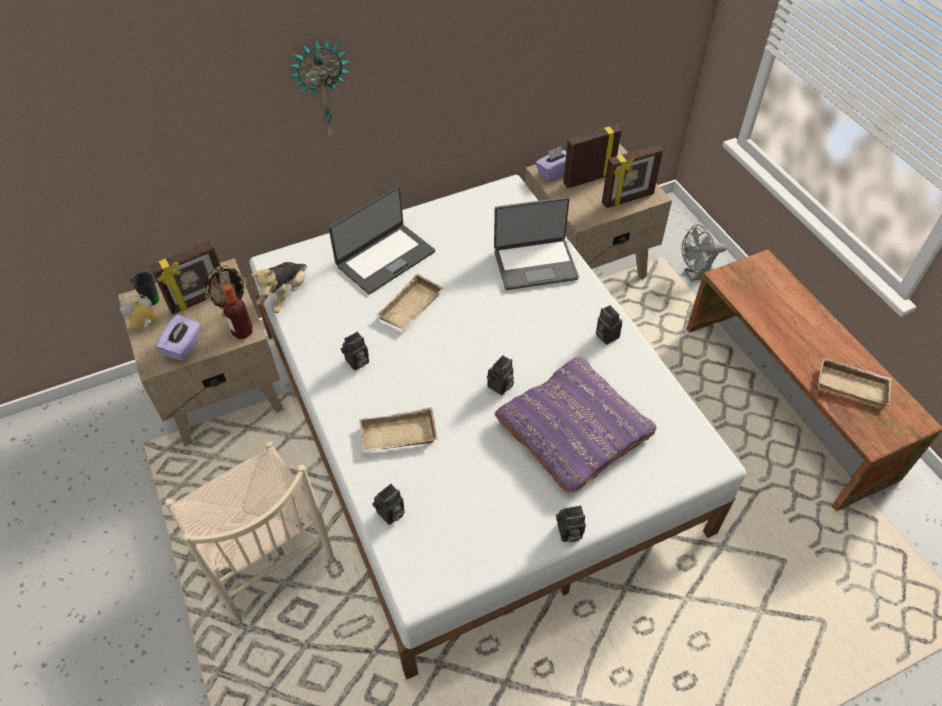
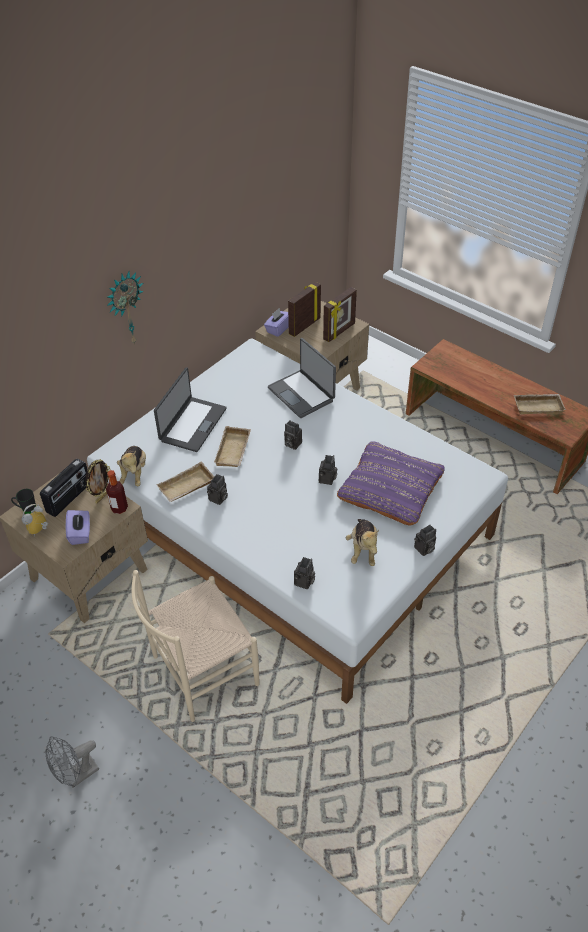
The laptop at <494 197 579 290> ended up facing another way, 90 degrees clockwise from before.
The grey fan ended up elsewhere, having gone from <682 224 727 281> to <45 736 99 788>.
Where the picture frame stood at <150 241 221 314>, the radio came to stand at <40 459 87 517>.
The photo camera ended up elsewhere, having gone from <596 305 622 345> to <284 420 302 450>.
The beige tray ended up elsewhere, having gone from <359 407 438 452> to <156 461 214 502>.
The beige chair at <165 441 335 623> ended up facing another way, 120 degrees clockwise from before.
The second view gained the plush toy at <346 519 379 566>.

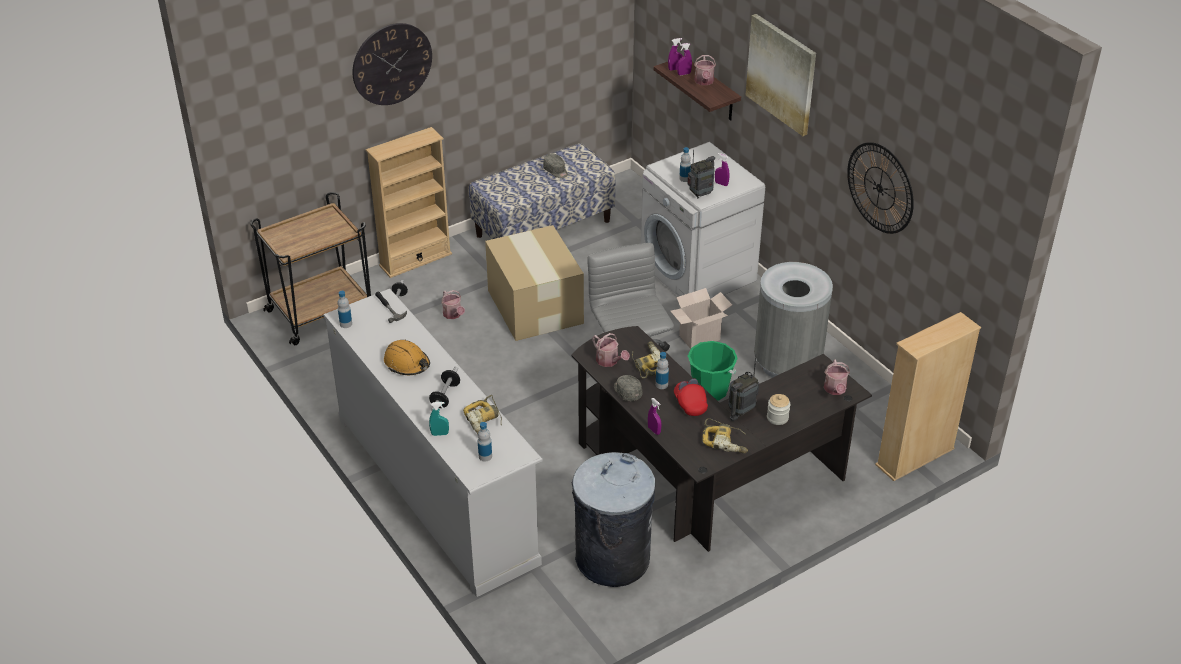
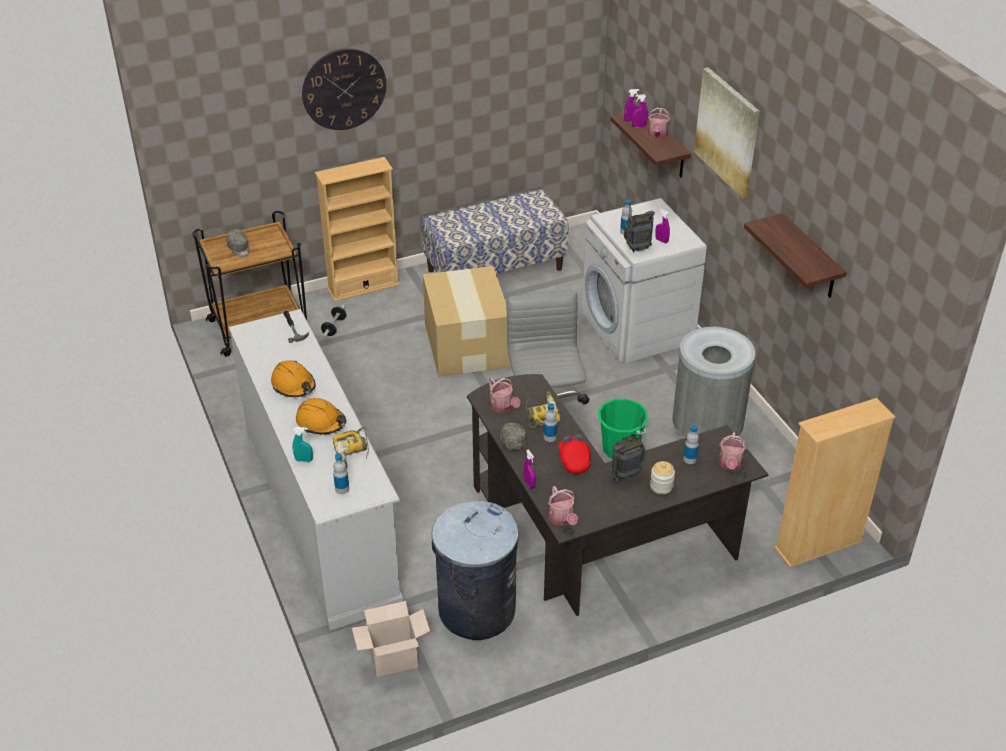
Where the wall clock hung at <847 142 914 234>, the shelf came to hang at <744 213 846 297>.
The grey cap ended up elsewhere, having gone from <543 154 568 178> to <226 229 250 257>.
The cardboard box ended up elsewhere, having gone from <670 288 732 349> to <352 601 430 677>.
The watering can ended up elsewhere, having gone from <441 290 465 319> to <548 486 578 526>.
The bottle ended up elsewhere, having gone from <338 291 352 328> to <683 425 699 464>.
Where the dumbbell stood at <429 366 460 411>, the orange hard hat came to stand at <296 398 346 434>.
The second view lost the power drill at <702 418 748 453>.

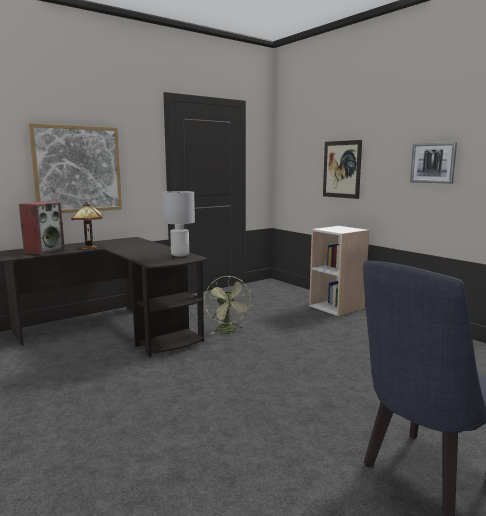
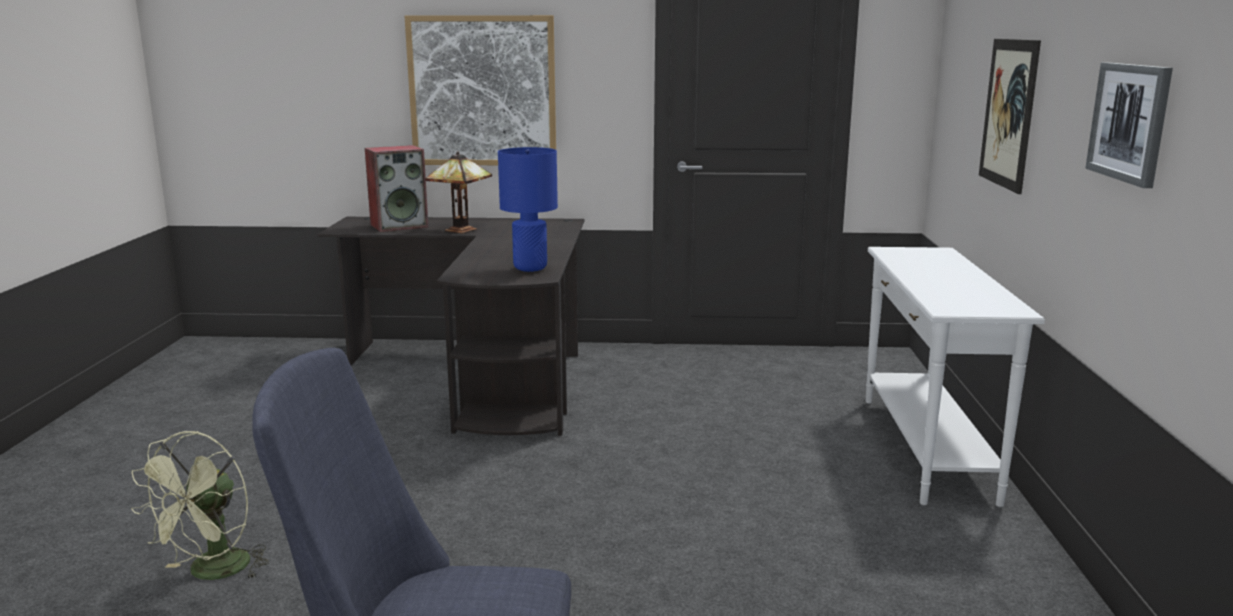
What was the grey table lamp at <163 191 195 257> turned into the blue table lamp at <498 147 558 272>.
Where the bookcase stood at <309 226 369 316>, the white console table came to stand at <866 247 1045 508>.
The green fan ended up elsewhere, having gone from <204 276 252 334> to <131 431 269 580>.

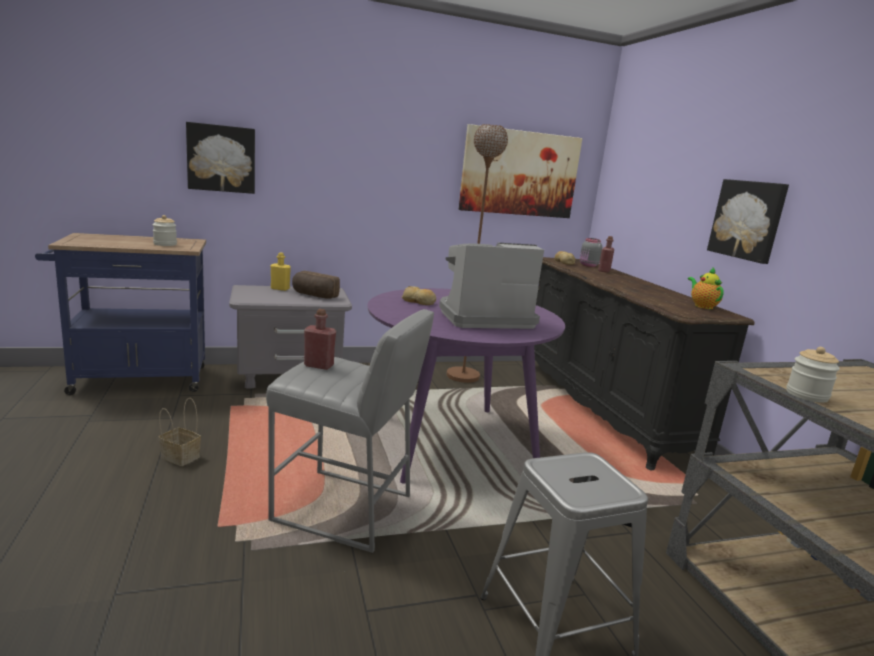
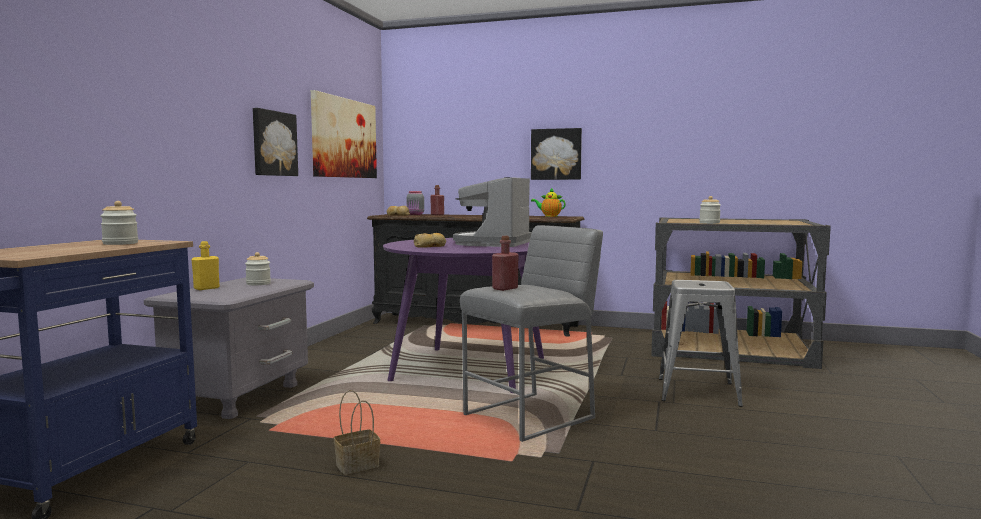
The picture ended up elsewhere, having gone from <186 122 255 194> to <253 108 298 176>.
The second view lost the brown floor lamp at <446 124 508 383>.
Where the bread stood at <292 271 340 299>, the jar came to stand at <245 252 271 285>.

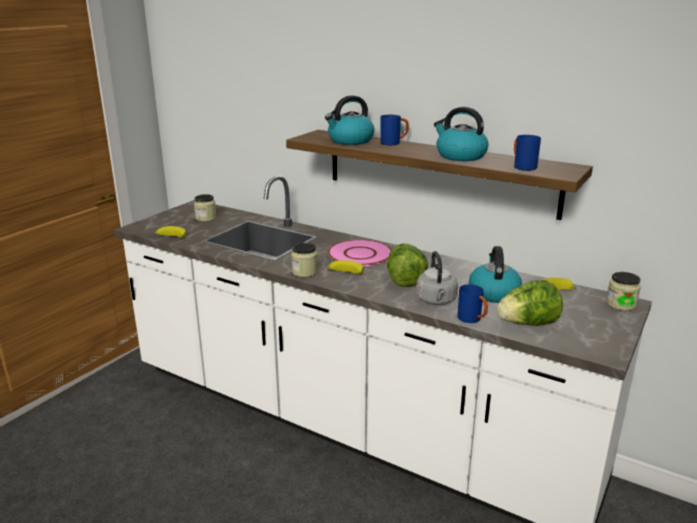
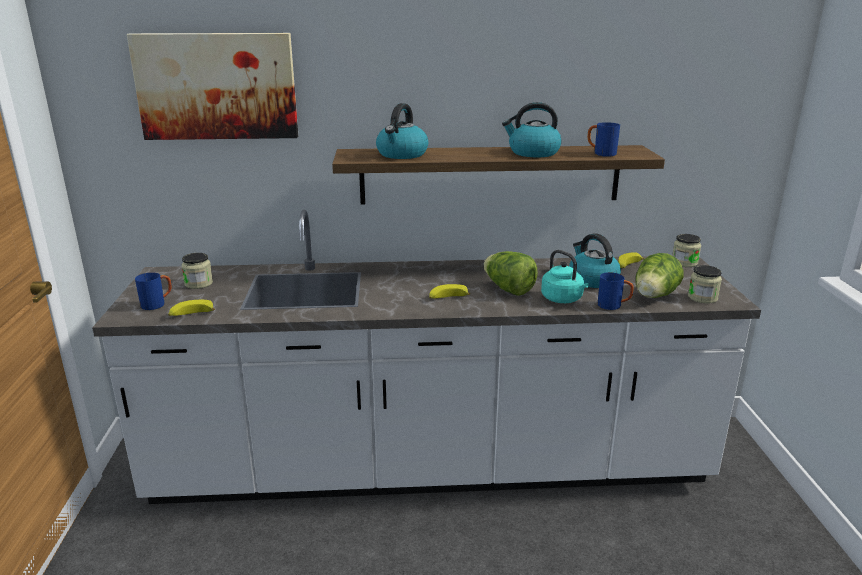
The blue mug ended up elsewhere, having gone from <380 115 409 145> to <135 273 172 310>.
The second view lost the pink plate at <328 240 392 267>.
The jar ended up elsewhere, having gone from <291 243 318 277> to <688 265 722 304>.
What was the grey kettle at <416 251 458 305> turned into the turquoise kettle at <541 250 589 303>.
The second view gained the picture at <127 33 298 140>.

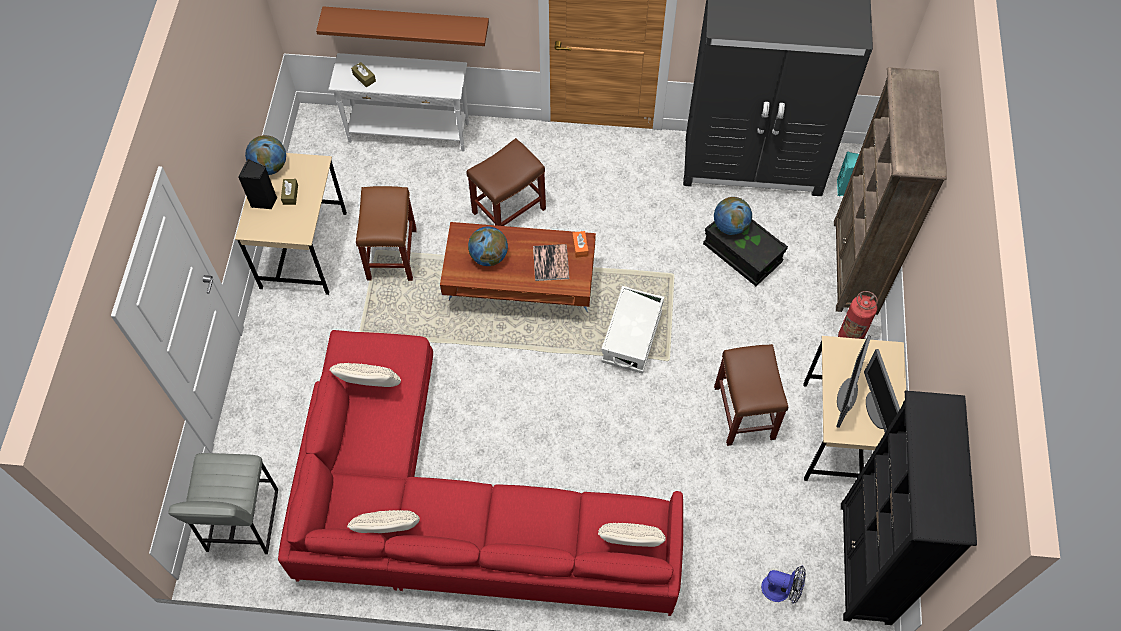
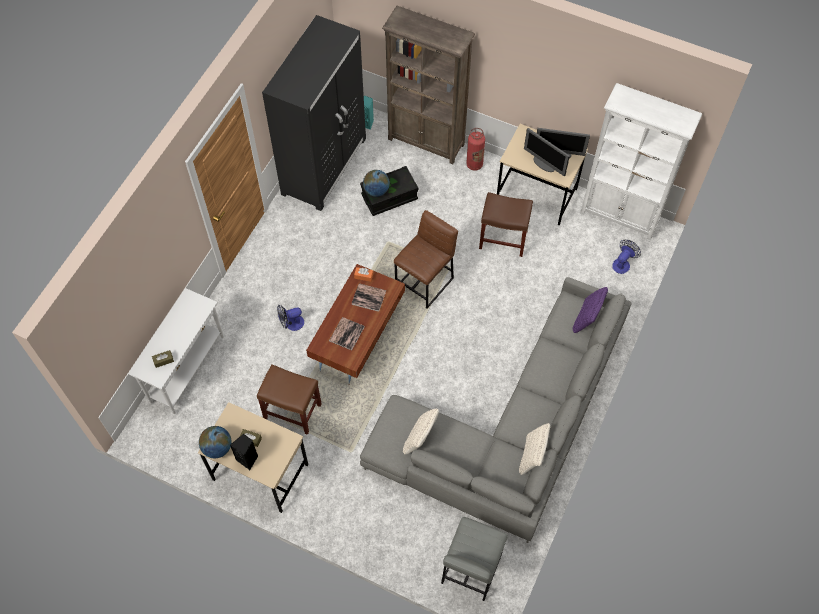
The second view lost the brown shelf at <316 6 489 46>.
Where the brown stool stood at <467 138 546 226>, the fan came to stand at <277 305 304 331>.
Where the globe stood at <468 227 508 266>, the book came to stand at <329 317 364 351>.
Where the white storage box stood at <601 286 664 374>, the brown chair came to stand at <394 210 458 308>.
What was the red sofa at <278 330 683 616> turned into the grey sofa at <360 277 632 543>.
What was the black bookcase at <841 390 977 625> turned into the white bookcase at <580 83 702 240>.
The grey chair at <168 453 278 554> ended up facing another way, 90 degrees clockwise from before.
What was the beige pillow at <598 523 666 547> turned into the purple pillow at <573 287 608 333>.

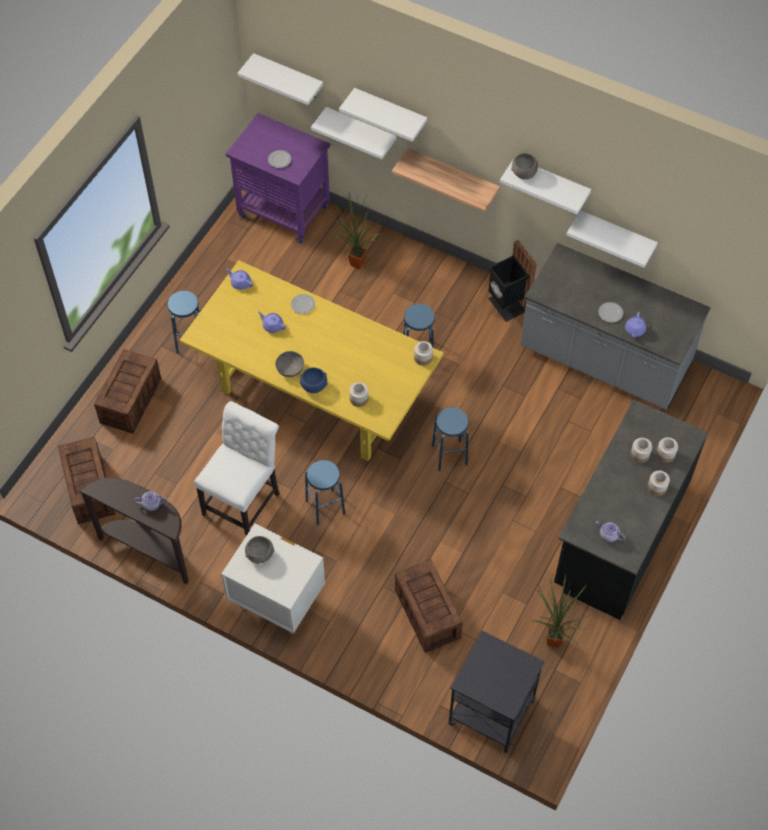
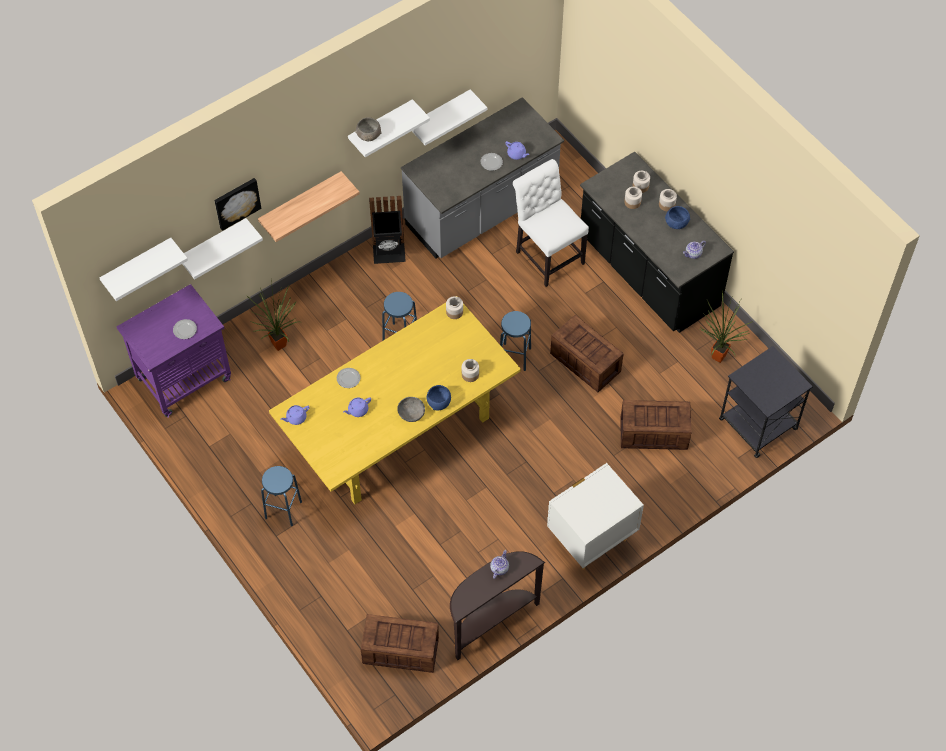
Where the white shelf hung at <339 88 427 142>, the picture came to hang at <214 178 261 231>.
The crate ended up elsewhere, having gone from <94 349 161 434> to <550 315 623 392>.
The white chair ended up elsewhere, having gone from <194 401 280 536> to <513 159 589 287>.
The second view lost the blue stool at <305 460 345 525>.
The second view lost the grey bowl at <245 536 275 564>.
The second view gained the blue bowl at <665 206 690 229>.

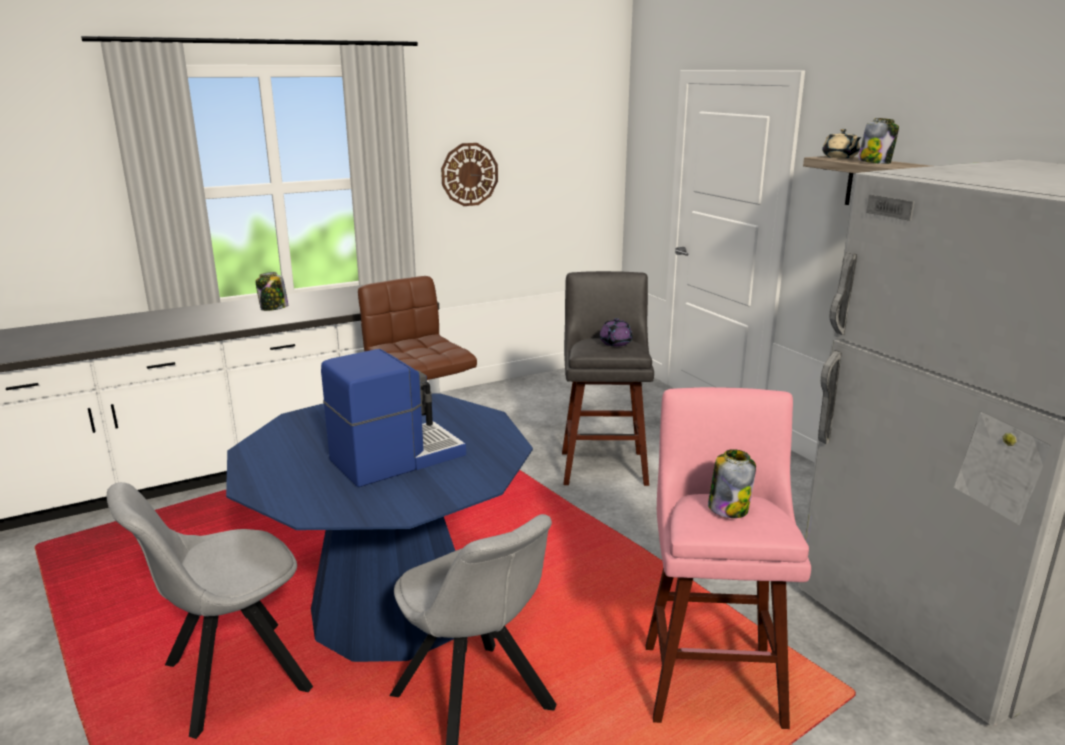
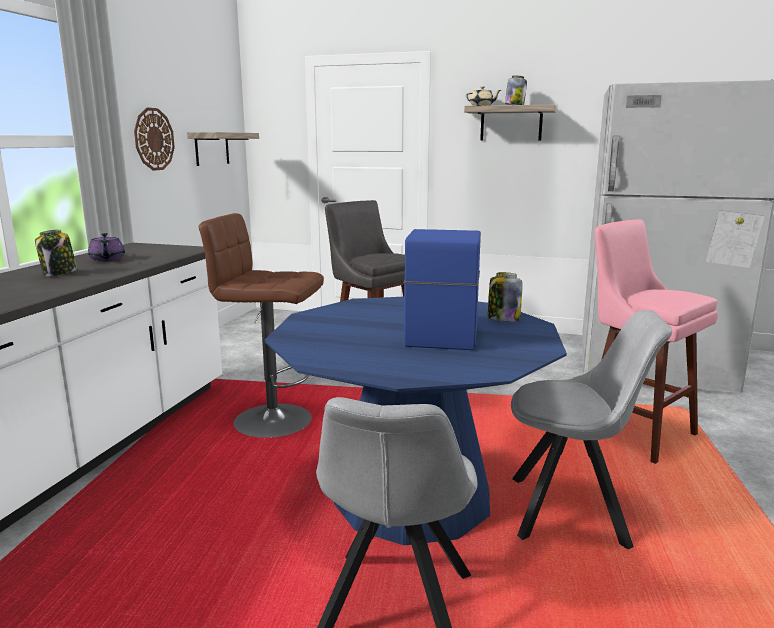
The purple teapot ended up elsewhere, having gone from <599 318 633 347> to <88 233 125 261>.
The jar ended up elsewhere, having gone from <708 449 756 518> to <488 272 523 322>.
The second view gained the shelf at <187 132 259 166>.

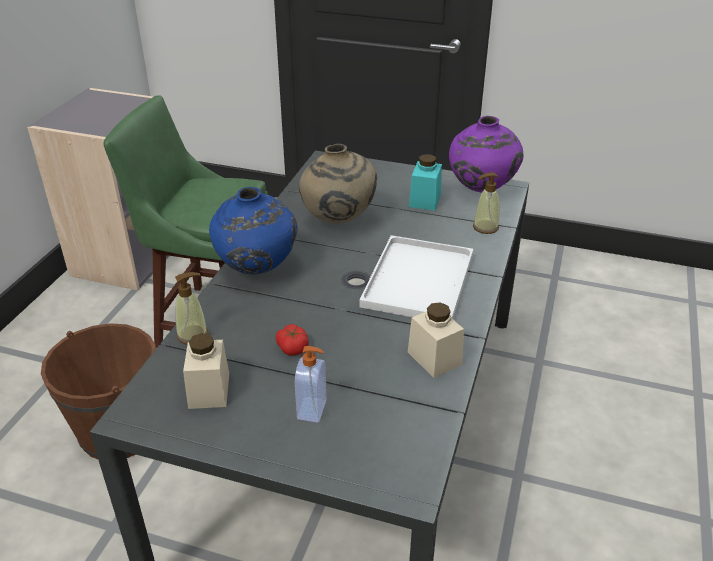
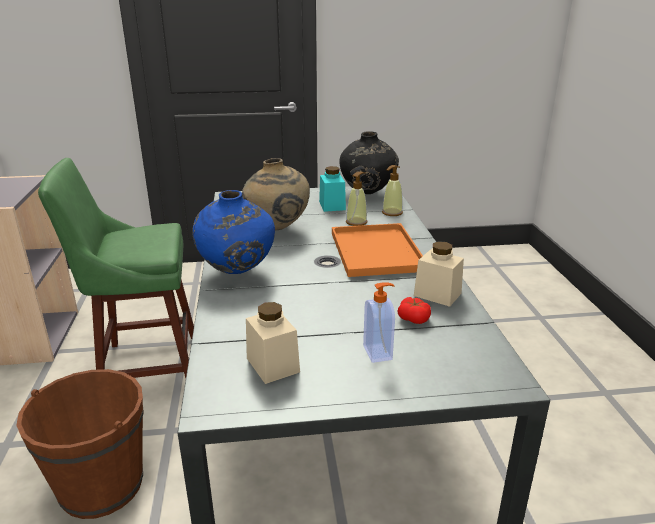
What was the purple vase at <449 116 524 193> turned into the black vase at <339 131 399 194>.
What was the white tray at <359 235 473 319> turned into the orange tray at <332 223 423 277>.
The soap dispenser ended up elsewhere, having gone from <175 272 208 344> to <346 171 367 226>.
The tomato ended up elsewhere, having gone from <276 324 309 356> to <397 297 431 324>.

